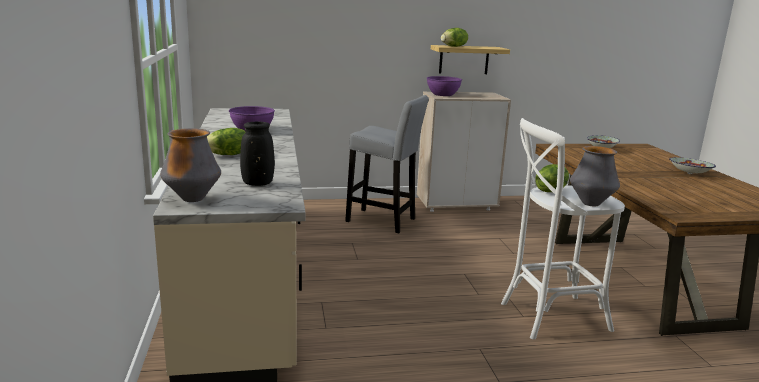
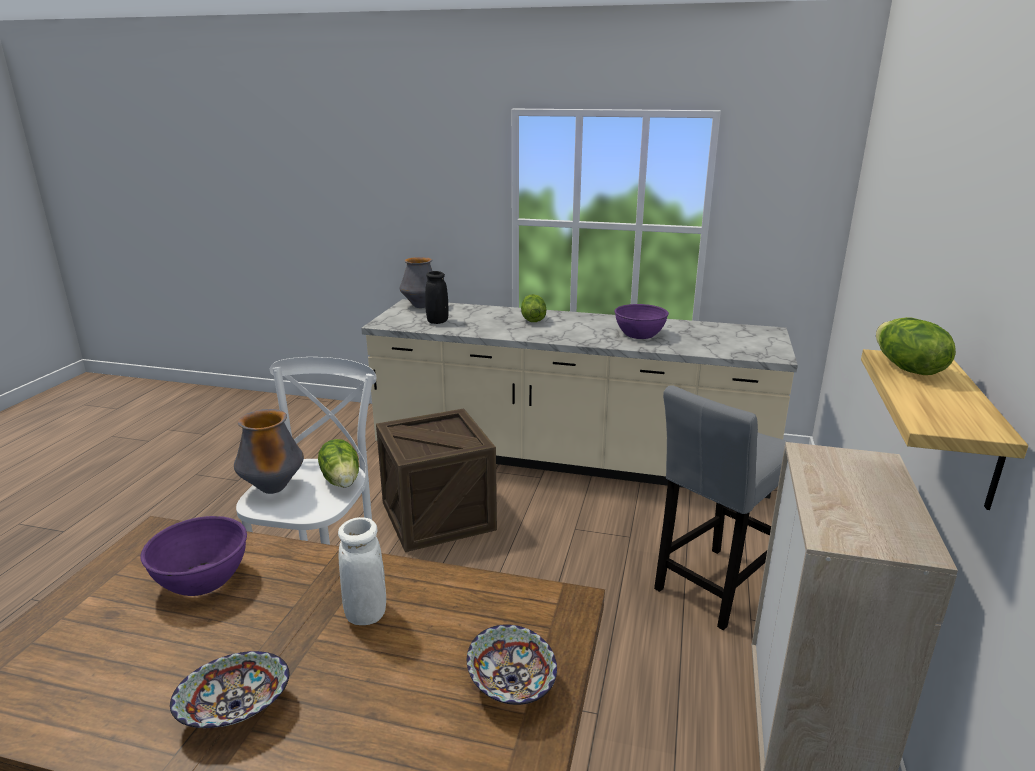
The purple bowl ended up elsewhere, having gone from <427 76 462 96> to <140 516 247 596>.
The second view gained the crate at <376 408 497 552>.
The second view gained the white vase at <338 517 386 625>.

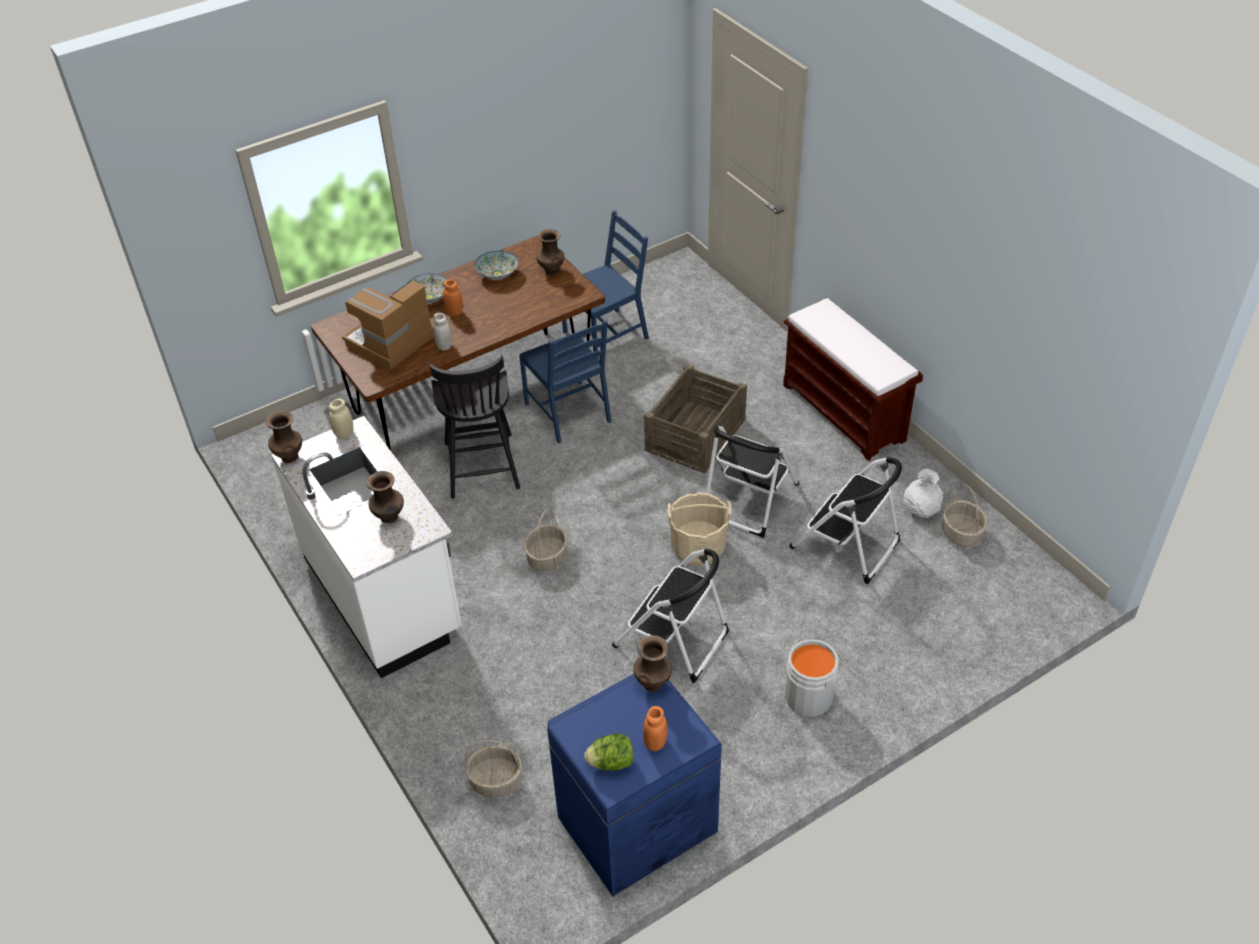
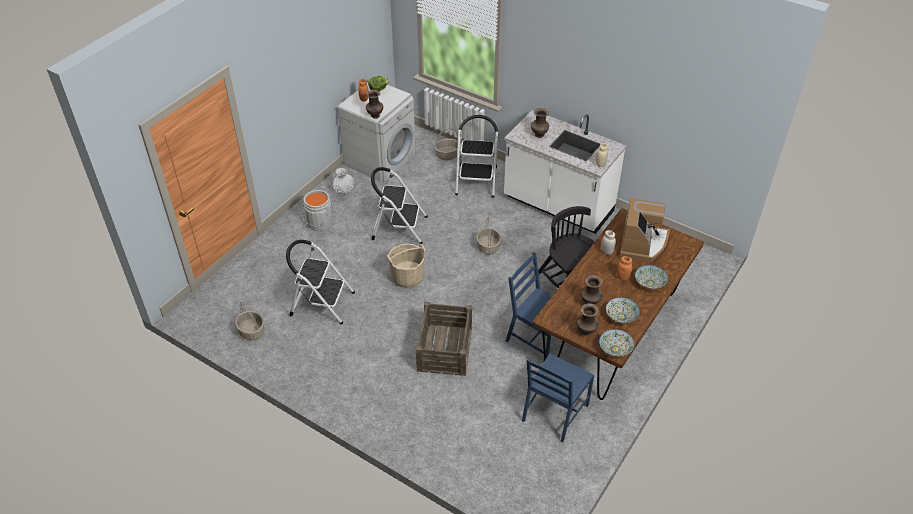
The second view lost the brown bench at <783 298 923 461>.
The brown vase ended up elsewhere, having gone from <266 411 302 463> to <581 275 603 305>.
The step ladder ended up elsewhere, having gone from <706 426 799 538> to <455 115 498 198>.
The white vase ended up elsewhere, having gone from <904 469 943 518> to <333 168 354 195>.
What was the blue washing machine at <547 674 722 896> turned into the white washing machine at <337 82 416 182>.
The second view gained the bowl at <599 329 635 357>.

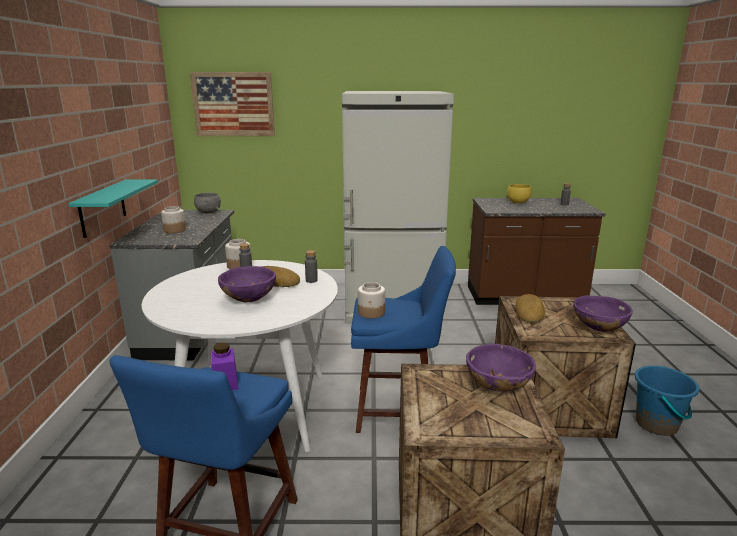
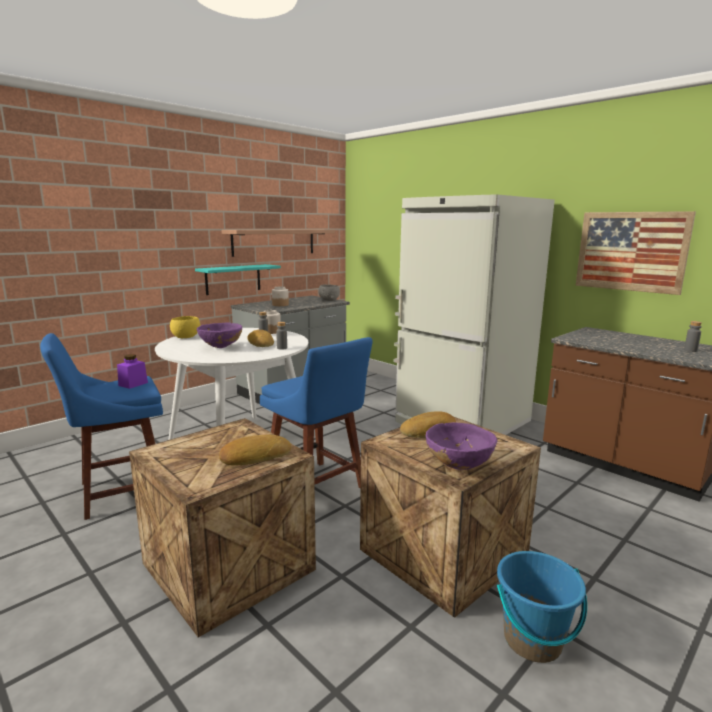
The picture ended up elsewhere, having gone from <190 72 275 136> to <575 211 696 295>.
The yellow bowl ended up elsewhere, having gone from <507 184 532 203> to <170 316 200 338>.
The second view lost the jar at <358 282 385 319>.
Where the purple bowl stood at <466 344 536 391>, the bread came to stand at <219 435 292 466>.
The second view gained the shelf at <222 229 335 257>.

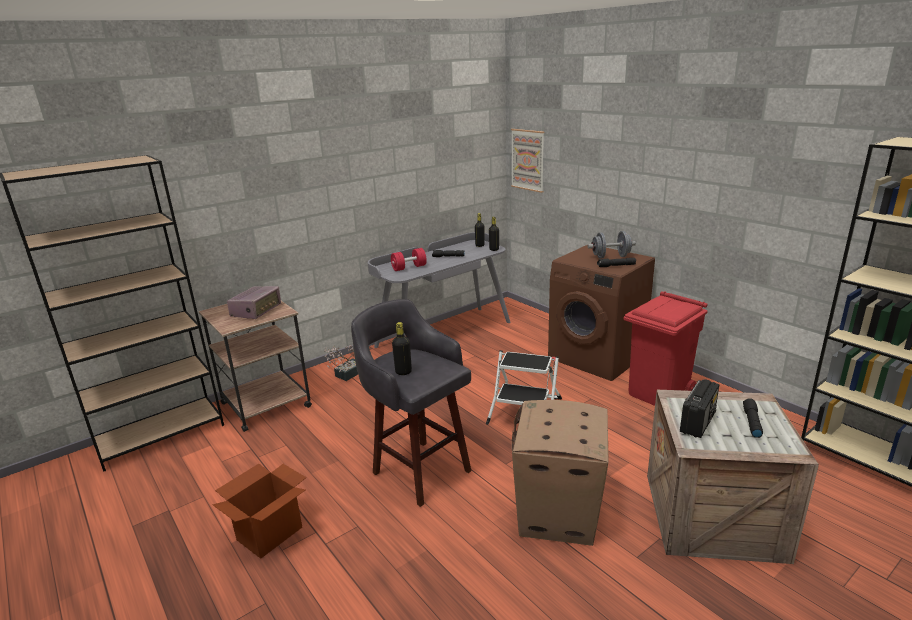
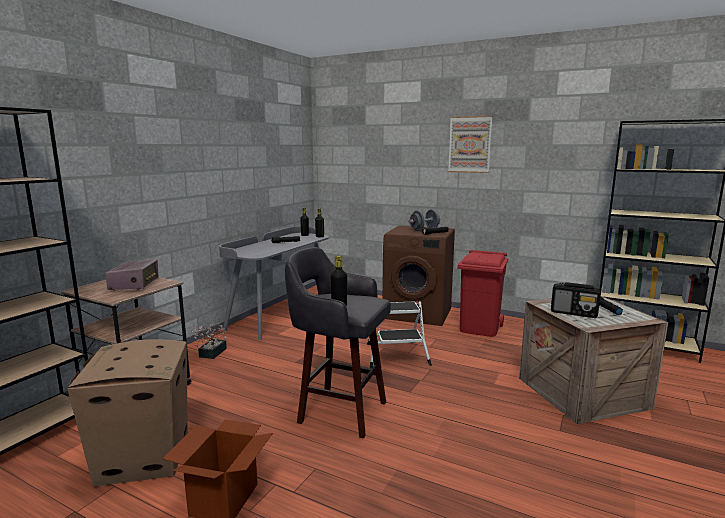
The picture ended up elsewhere, having gone from <511 129 545 193> to <448 116 493 173>.
The second view lost the red dumbbell at <391 248 427 271>.
The radio at <680 379 720 438> ended up facing another way, 105 degrees clockwise from before.
The cardboard box ended up elsewhere, having gone from <512 400 608 546> to <67 339 188 487>.

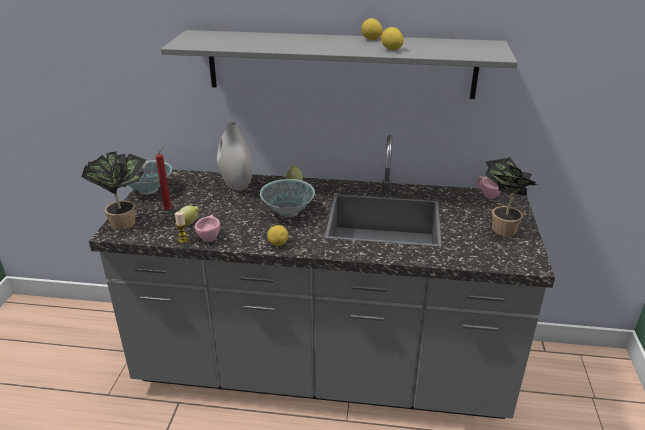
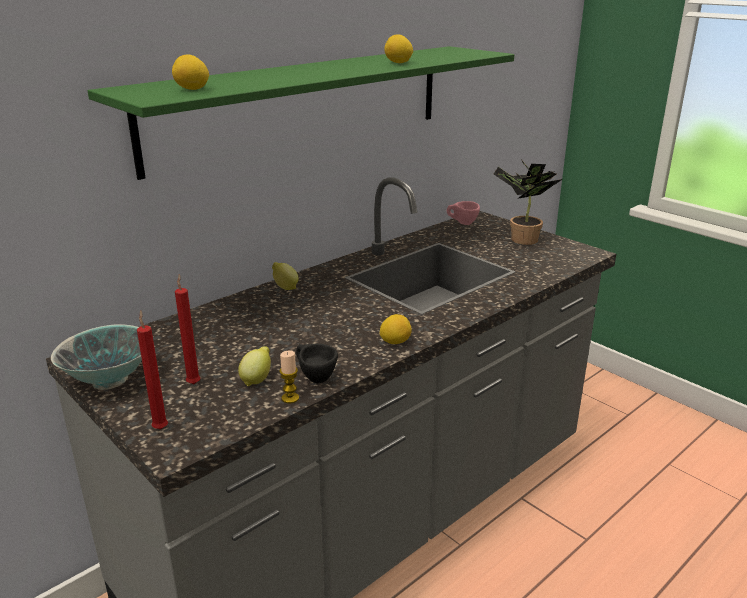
The lemon ended up elsewhere, having gone from <361 18 383 40> to <172 54 209 90>.
What was the grey shelf at <161 30 518 99> turned into the green shelf at <88 46 514 180>.
The second view lost the white vase at <217 122 253 191>.
Where the potted plant stood at <81 151 147 230>, the red candle came to stand at <137 310 168 429>.
The second view lost the bowl at <260 179 315 217>.
What was the pink cup at <195 214 220 242> turned into the black cup at <296 344 338 383>.

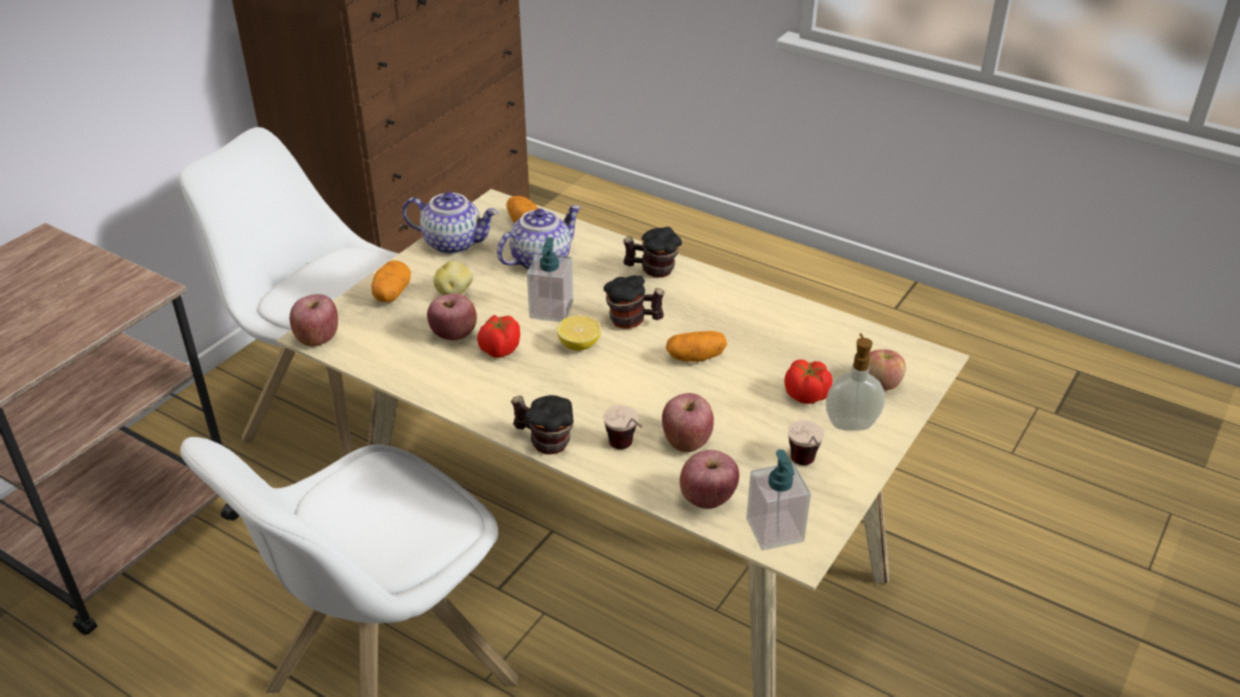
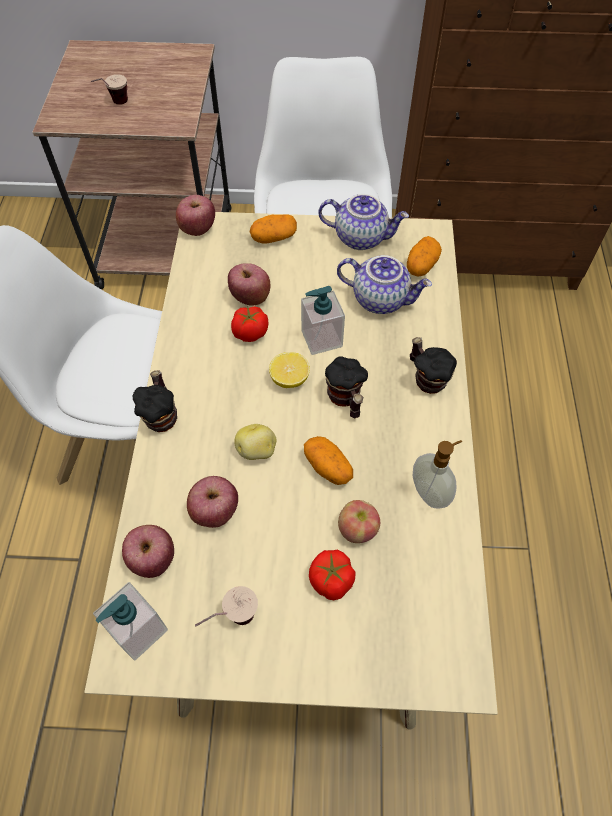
The teapot at <402 192 498 254> ended up facing another way, 60 degrees counterclockwise from before.
The potato ended up elsewhere, having gone from <433 261 473 295> to <234 424 277 460>.
The soap dispenser ended up elsewhere, having gone from <826 334 885 431> to <413 440 462 508>.
The apple ended up elsewhere, having gone from <869 349 906 390> to <338 500 380 543>.
The cup ended up elsewhere, having gone from <603 405 642 449> to <91 74 128 105>.

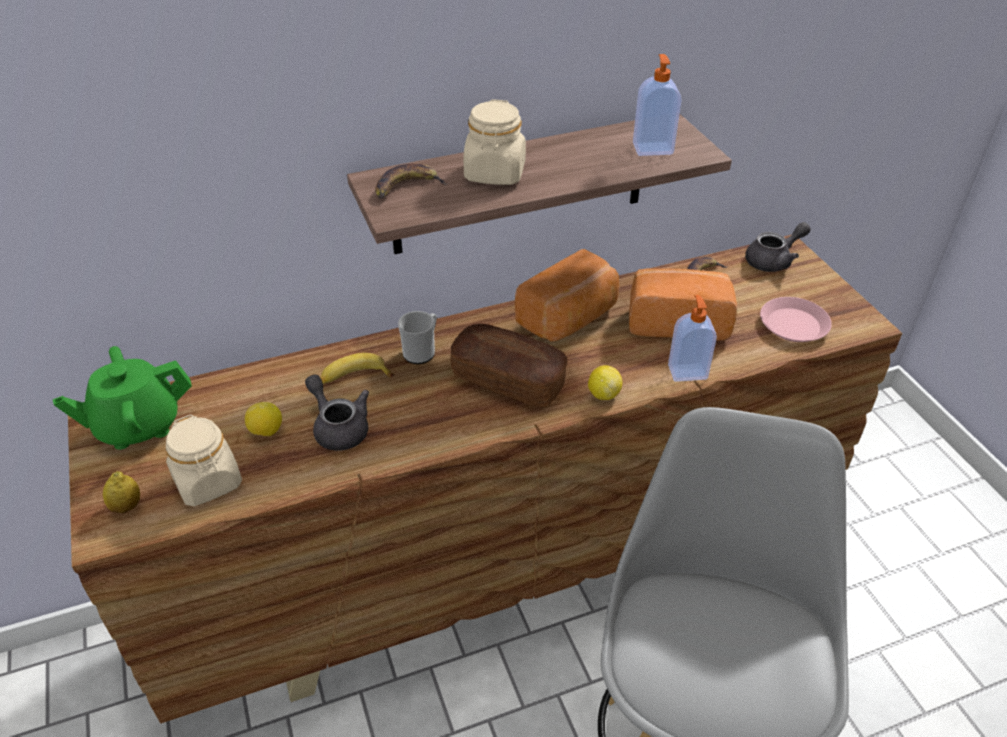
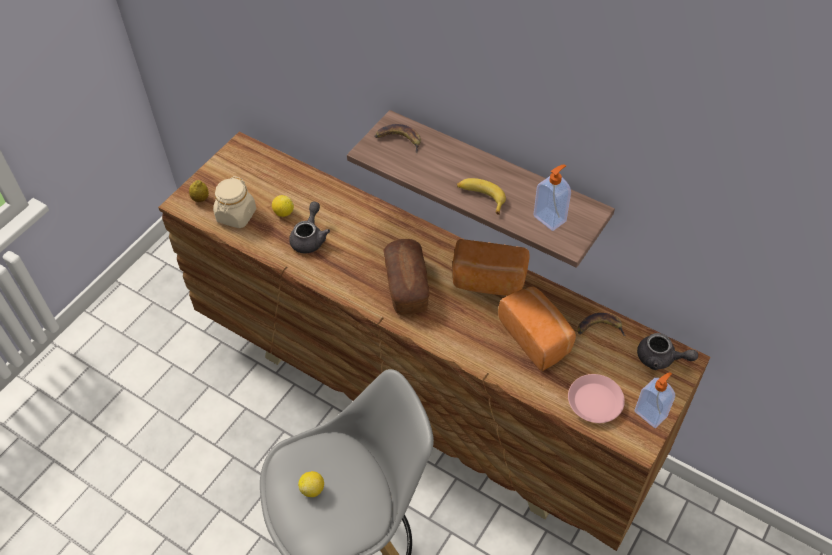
The second view lost the beige jar at <463 99 526 185>.
The soap dispenser ended up elsewhere, having gone from <668 295 717 382> to <635 372 675 428>.
The second view lost the mug at <398 311 437 364>.
The second view lost the green teapot at <53 346 192 450>.
The banana ended up elsewhere, having gone from <320 353 394 384> to <457 178 506 215>.
The lemon ended up elsewhere, having gone from <588 365 622 400> to <298 471 324 497>.

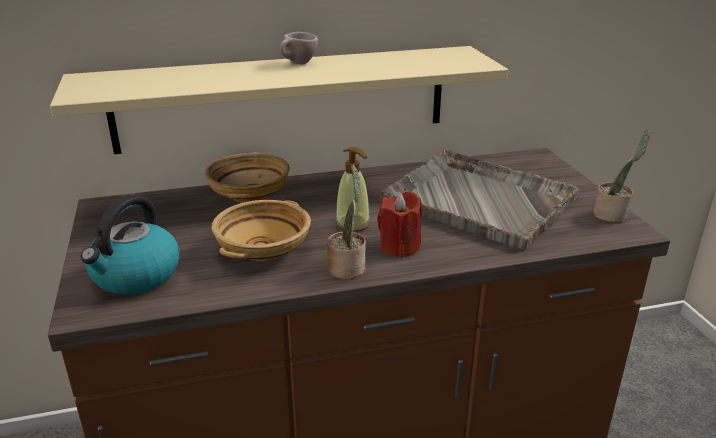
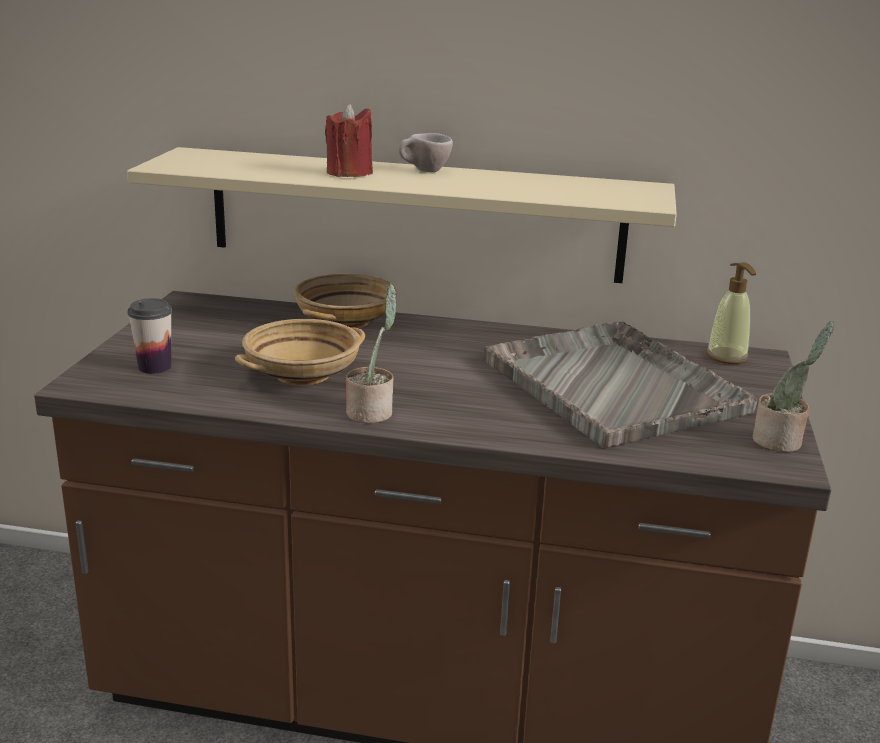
The soap dispenser ended up elsewhere, having gone from <335 147 370 232> to <706 262 756 364>.
The red candle ended up elsewhere, having gone from <377 192 422 258> to <325 104 373 177>.
Where the kettle stood at <81 195 179 295>, the cup came to stand at <127 298 172 374>.

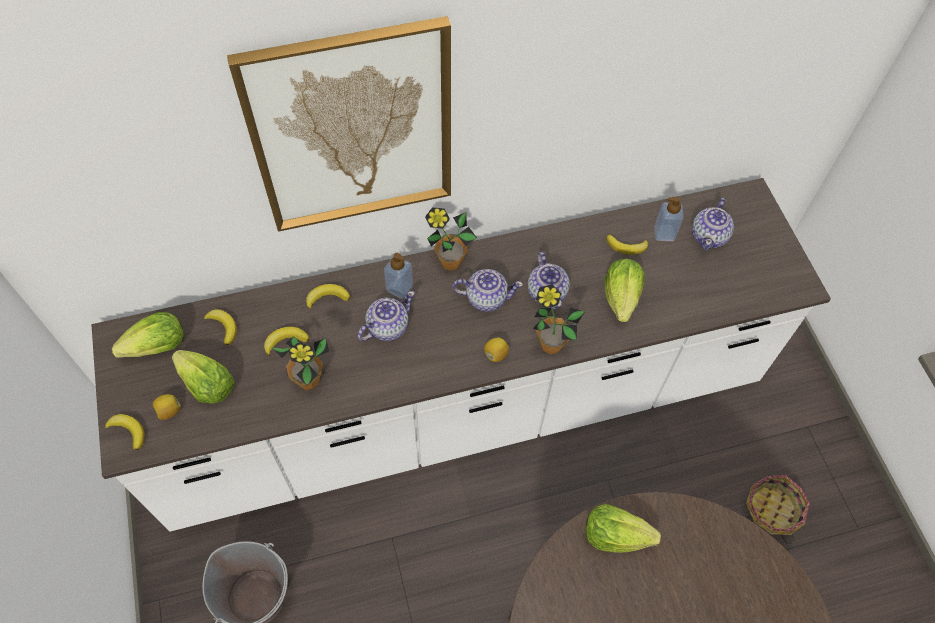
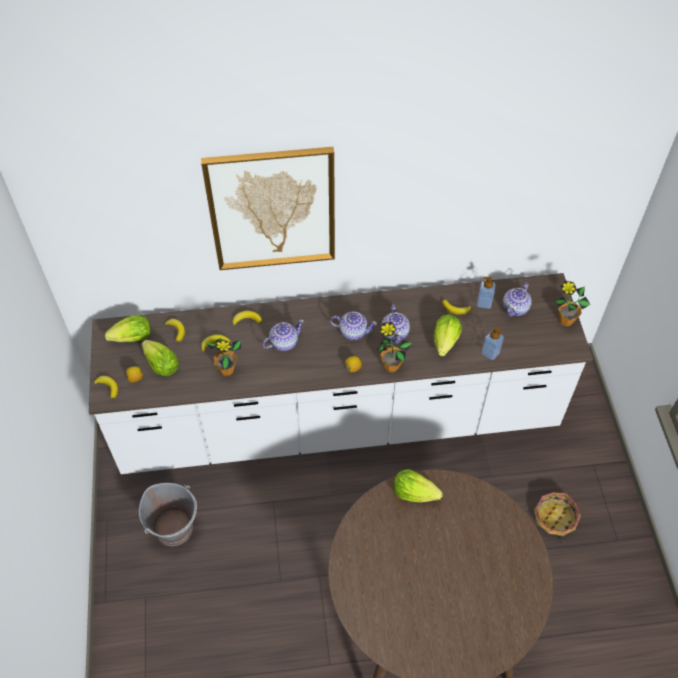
The potted plant ended up elsewhere, having gone from <425 207 477 271> to <556 281 590 326>.
The soap dispenser ended up elsewhere, having gone from <384 253 413 299> to <482 327 504 360>.

